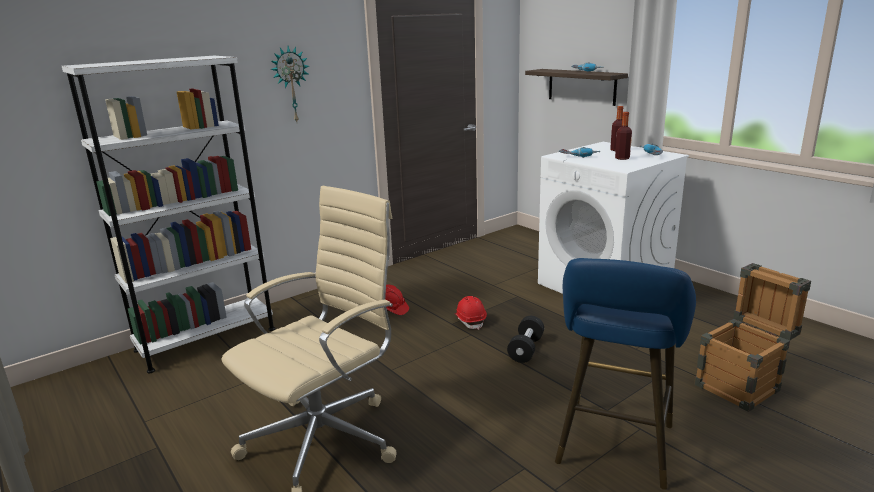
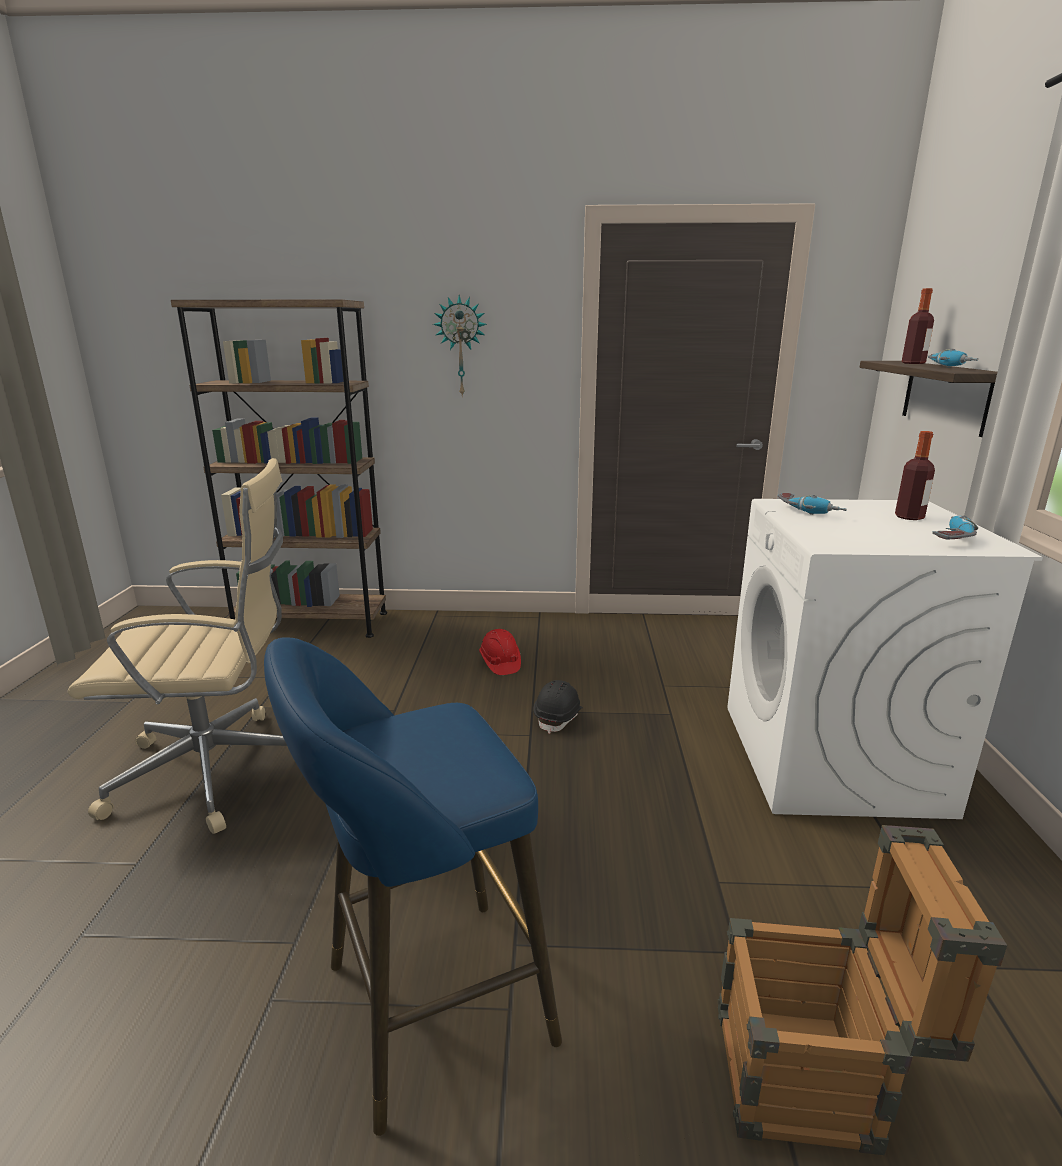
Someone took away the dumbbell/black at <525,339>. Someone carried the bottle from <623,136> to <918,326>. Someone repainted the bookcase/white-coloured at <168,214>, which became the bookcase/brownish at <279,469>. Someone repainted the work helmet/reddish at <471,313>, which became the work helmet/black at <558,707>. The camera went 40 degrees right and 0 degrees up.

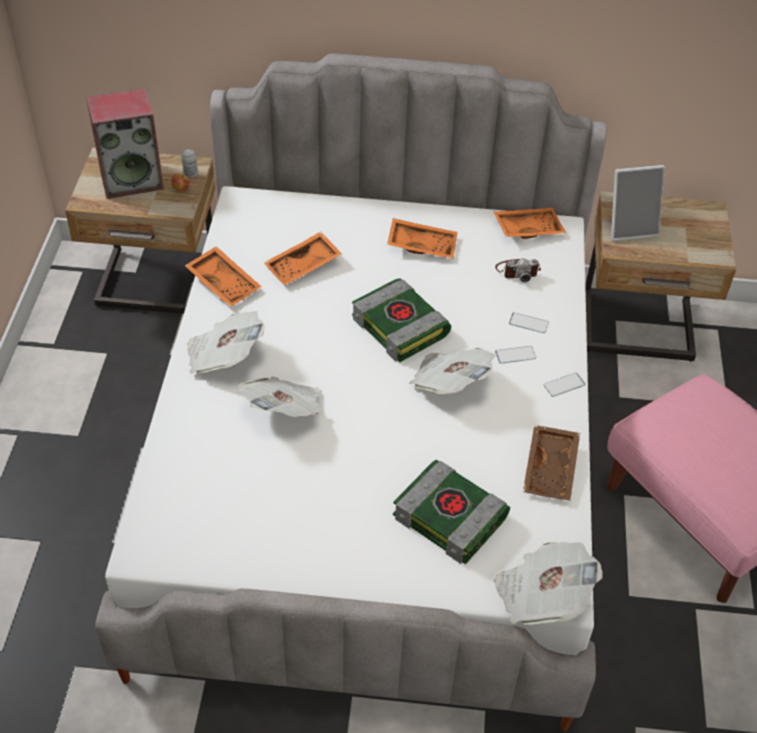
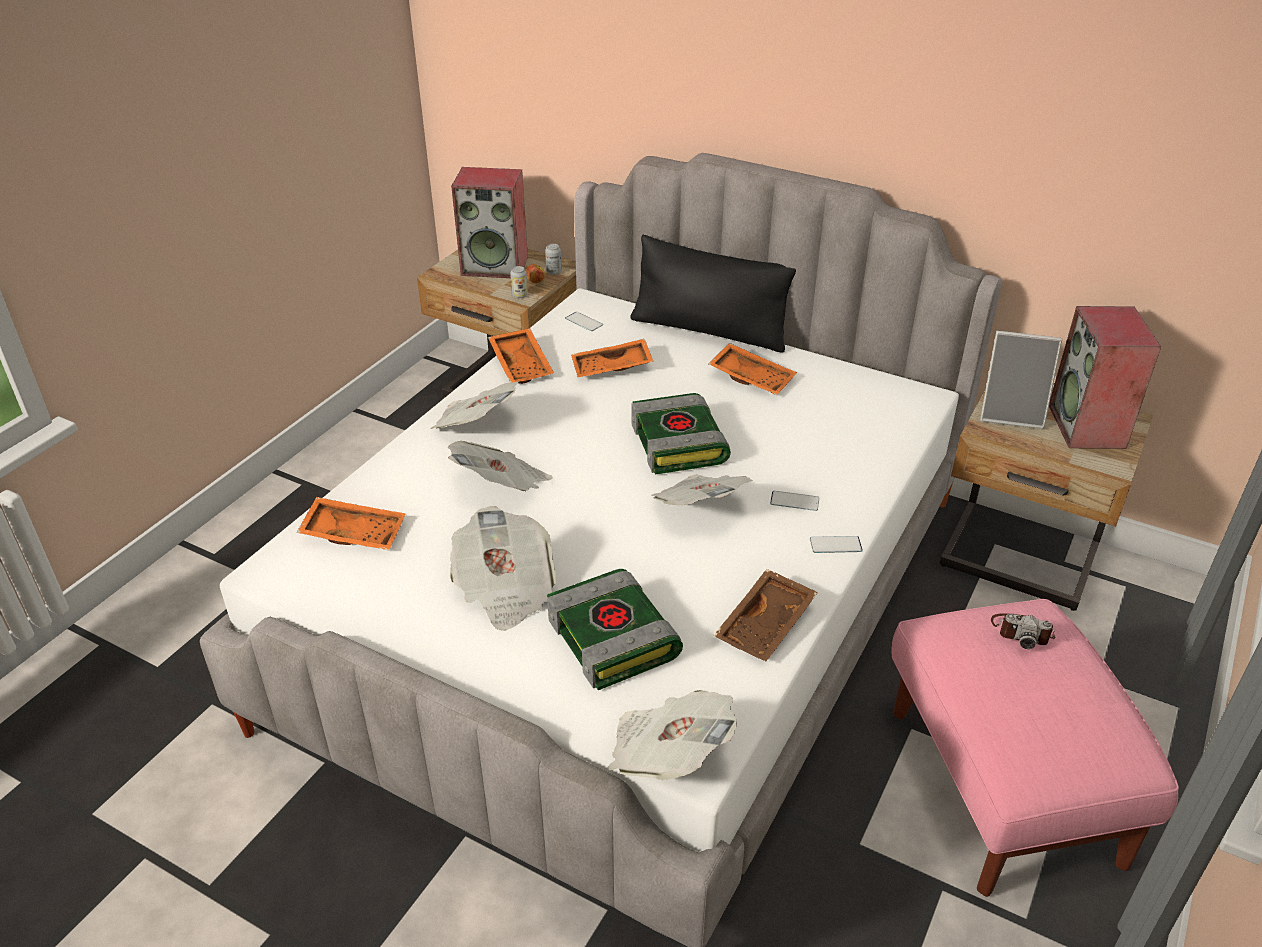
Someone put down the printed paper at <502,568>. Someone put down the metal can at <519,282>. Someone put down the cushion/black at <713,294>. Someone put down the speaker at <1105,377>. Someone carried the tray/orange from <529,223> to <351,523>. Someone carried the photo camera from <518,270> to <1023,631>. Someone carried the telephone from <529,322> to <584,321>. The camera went 25 degrees right and 10 degrees down.

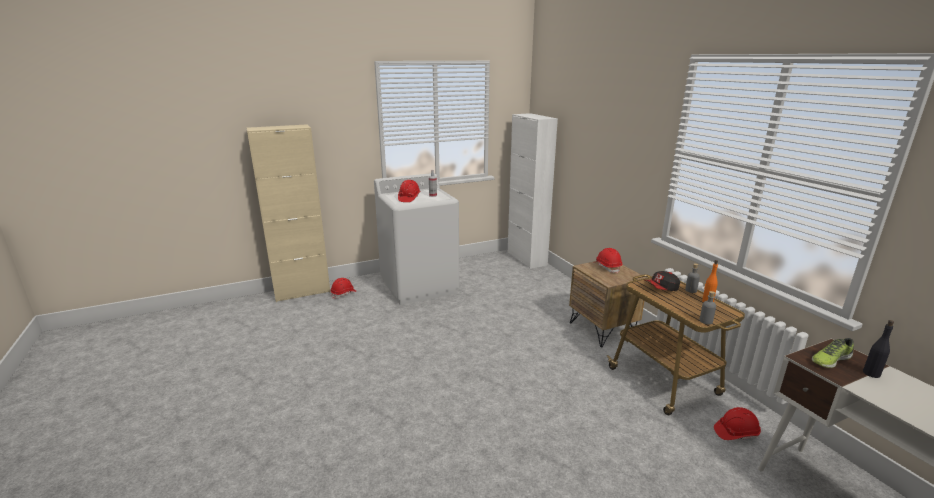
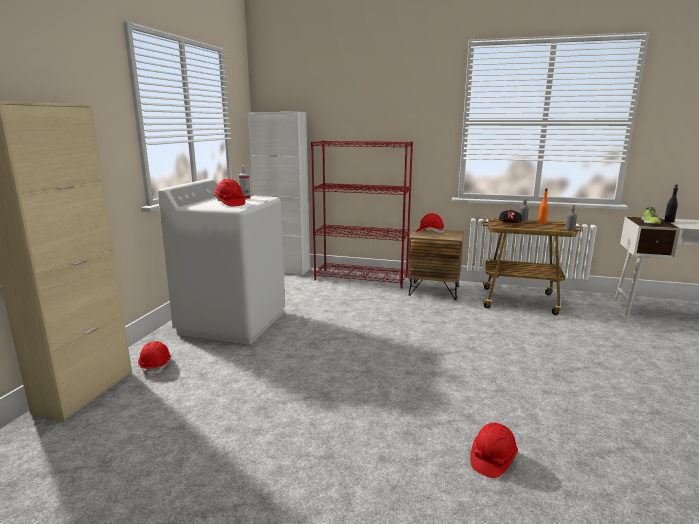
Someone put down the bookcase/reddish at <362,214>. Someone carried the work helmet/reddish from <737,423> to <494,450>. The camera went 50 degrees left and 5 degrees down.

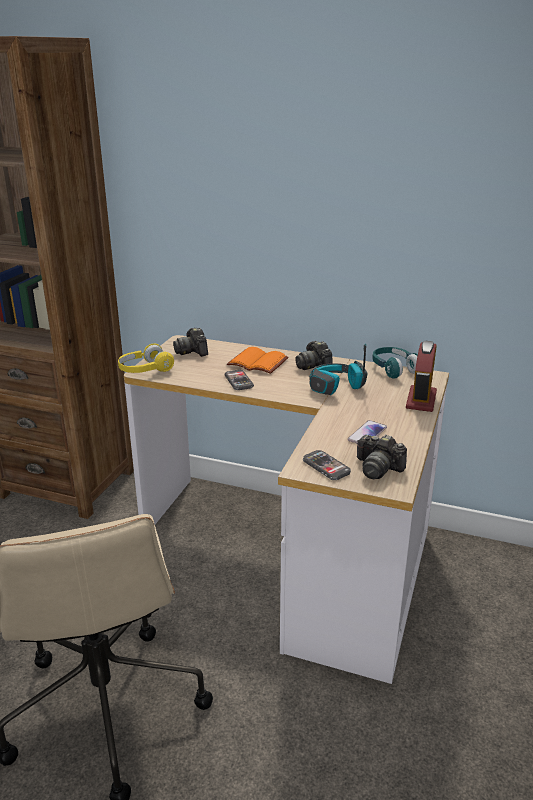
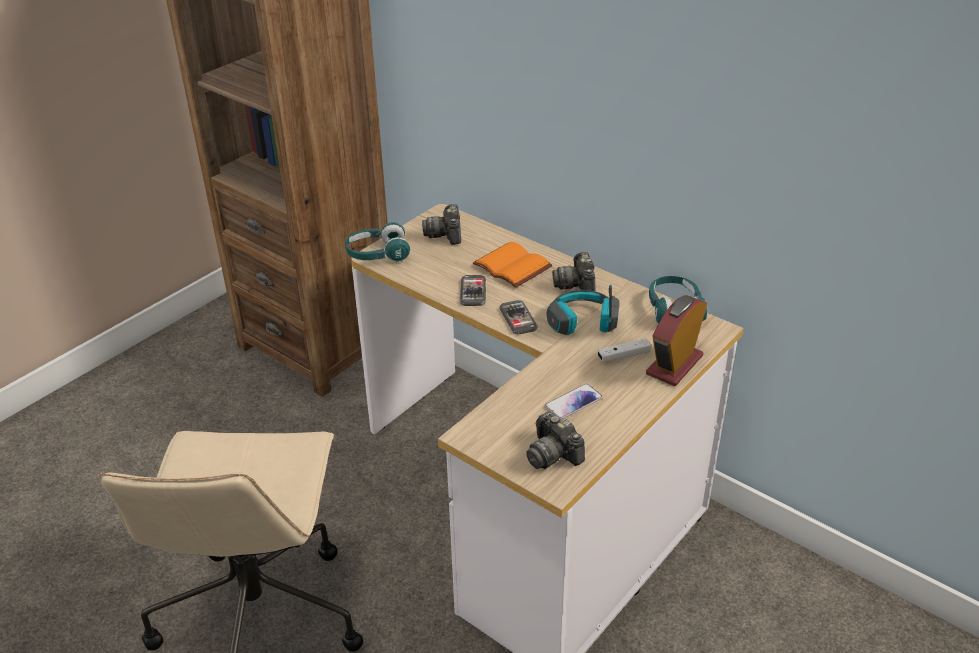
Someone put down the game controller/white-coloured at <624,350>. Someone carried the telephone from <327,465> to <518,317>. Someone repainted the pair of headphones/yellow at <146,358>, which became the pair of headphones/turquoise-coloured at <377,241>. The camera went 20 degrees right and 10 degrees up.

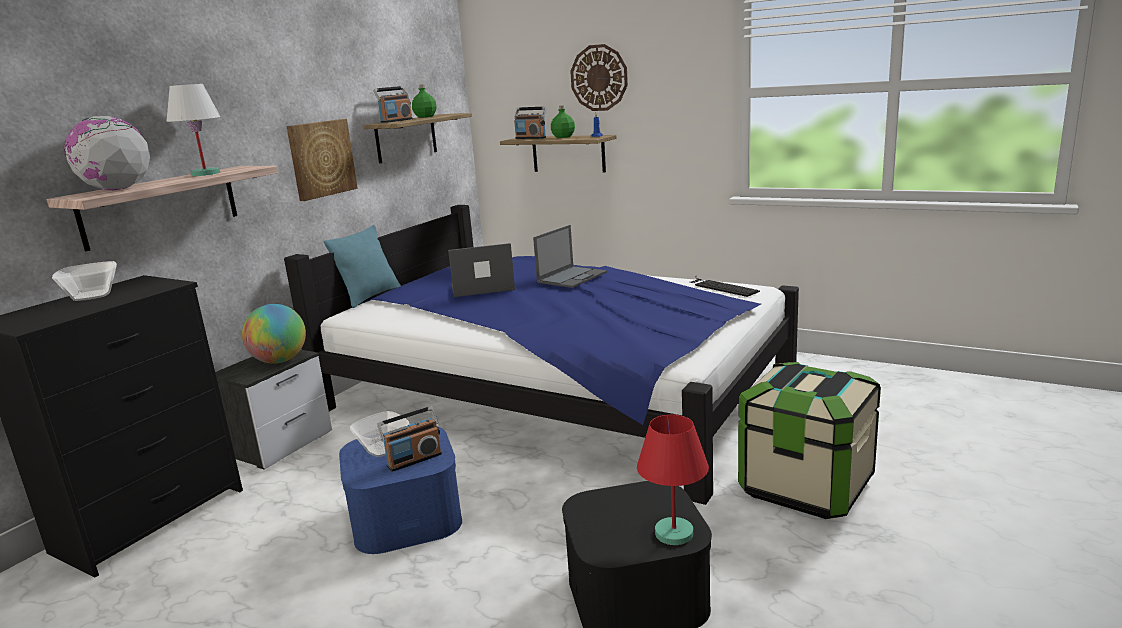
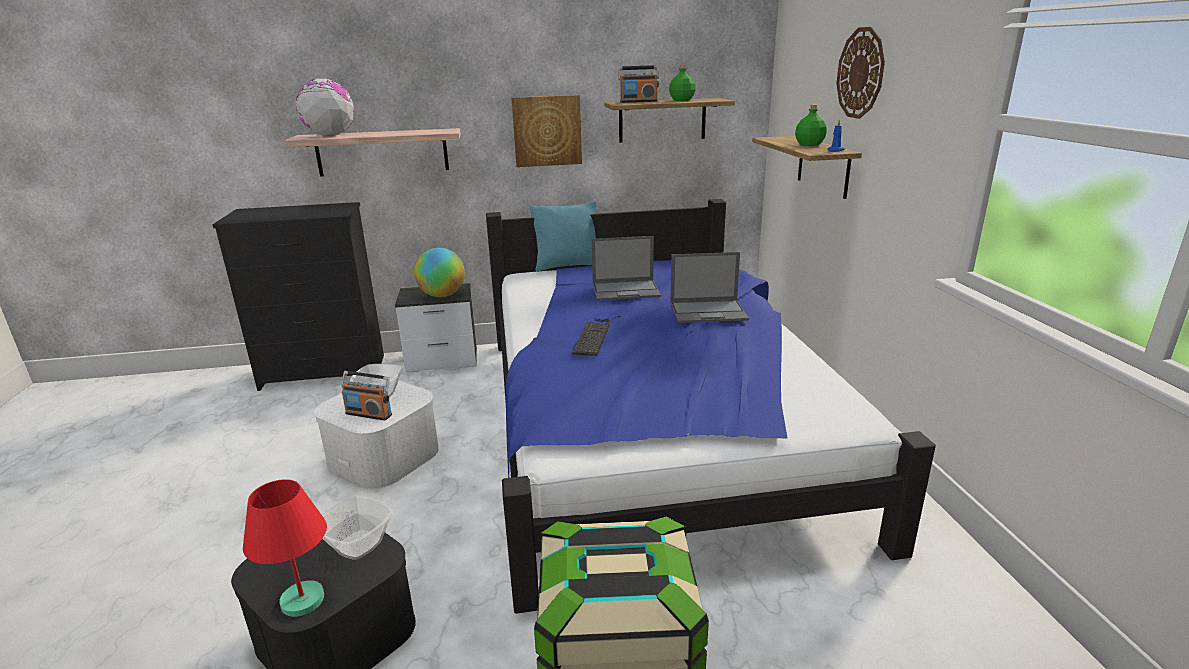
Someone took away the lamp for a table/white-coloured at <193,130>. Someone took away the radio set at <530,123>. Someone carried the bowl from <84,281> to <357,527>. Someone carried the keyboard from <725,286> to <596,336>. Someone repainted the storage bin/blue-coloured at <400,490>, which became the storage bin/white-coloured at <376,434>. Someone rotated the notebook computer at <481,270> by 135 degrees clockwise. The camera went 50 degrees right and 5 degrees up.

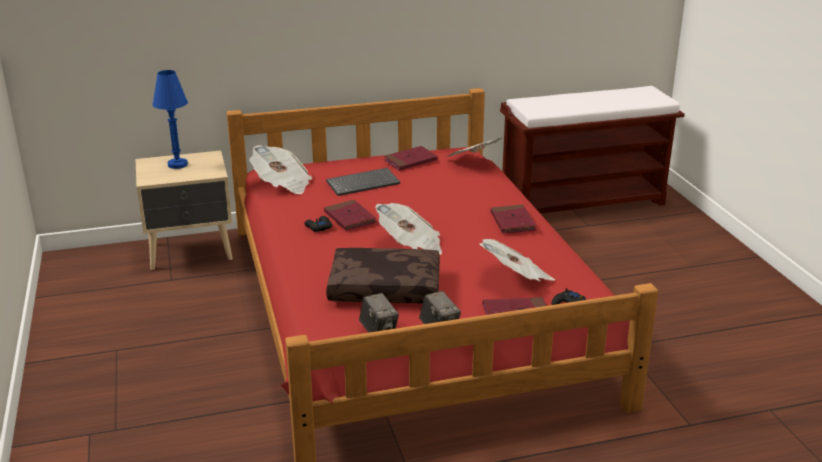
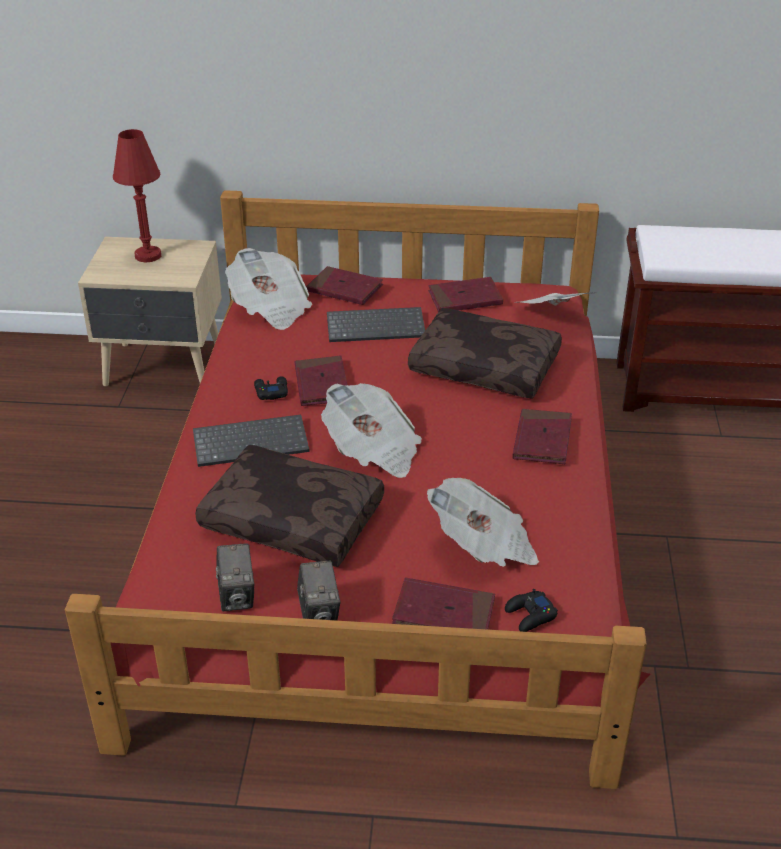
Someone put down the keyboard at <251,441>. Someone put down the bound book/reddish at <344,285>. Someone put down the cushion/brownish at <485,353>. Someone repainted the lamp for a table/blue-coloured at <170,119>, which became the lamp for a table/reddish at <137,196>. The camera went 20 degrees right and 10 degrees up.

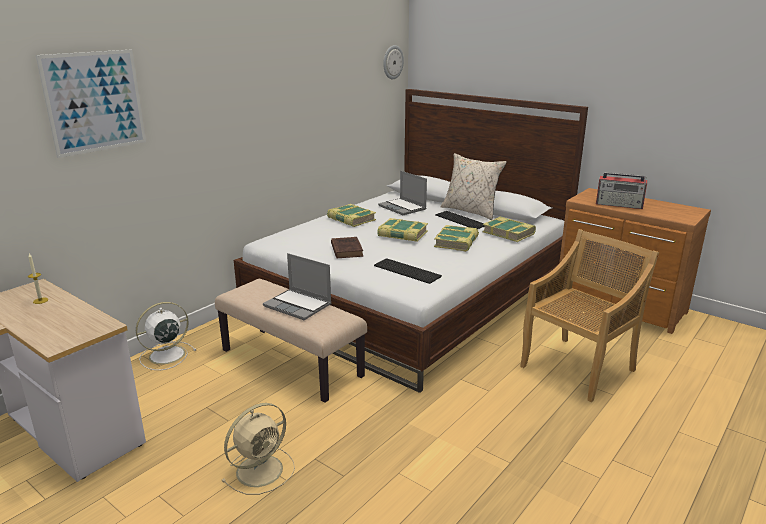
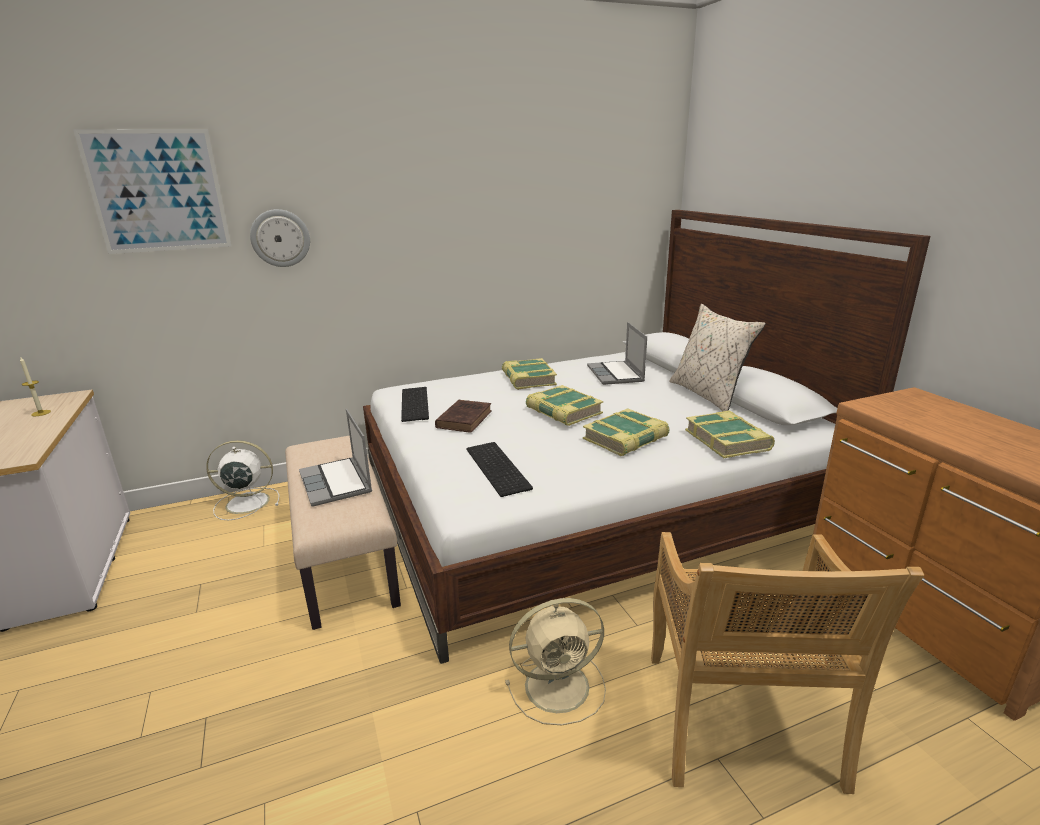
Someone took away the radio set at <621,190>. Someone carried the cooling fan/beige from <258,449> to <555,661>. Someone carried the wall clock from <393,62> to <280,238>. Someone carried the keyboard from <459,220> to <415,404>. Someone rotated the upright chair/beige at <589,315> by 105 degrees clockwise. The camera went 30 degrees right and 0 degrees up.

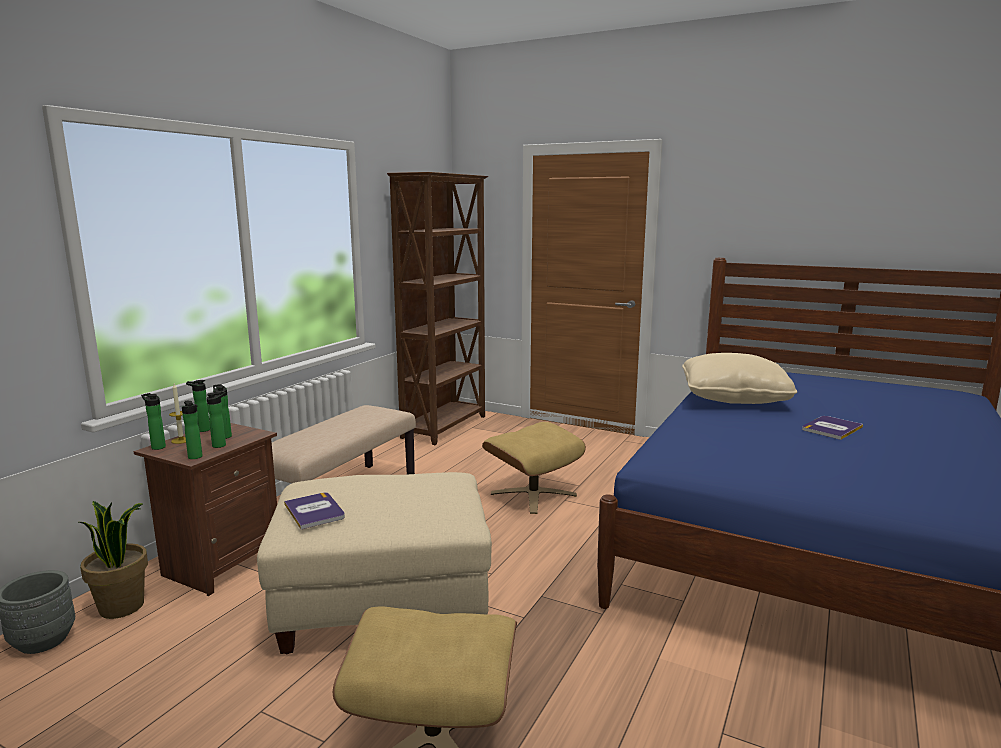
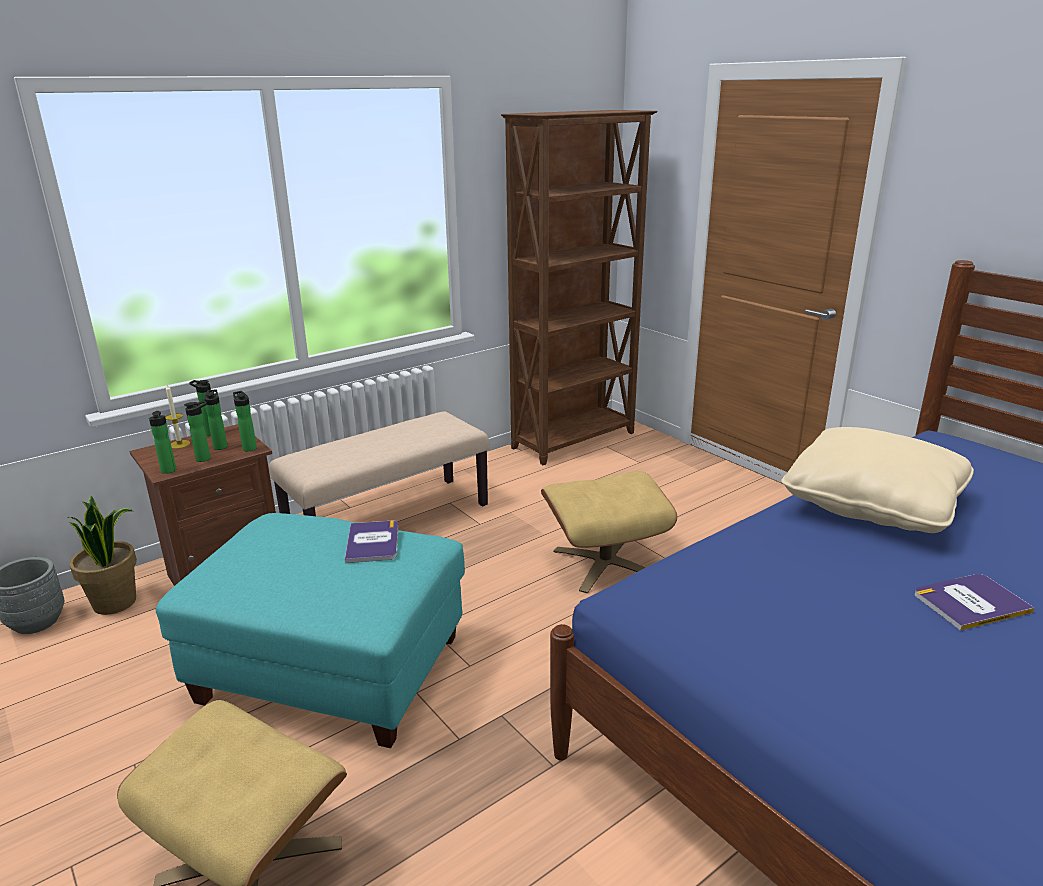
Someone carried the bottle from <153,421> to <245,421>. Someone carried the bound book from <314,510> to <371,542>. Someone repainted the ottoman/beige at <374,563>, which became the ottoman/turquoise-coloured at <310,630>. The camera went 25 degrees right and 10 degrees up.

